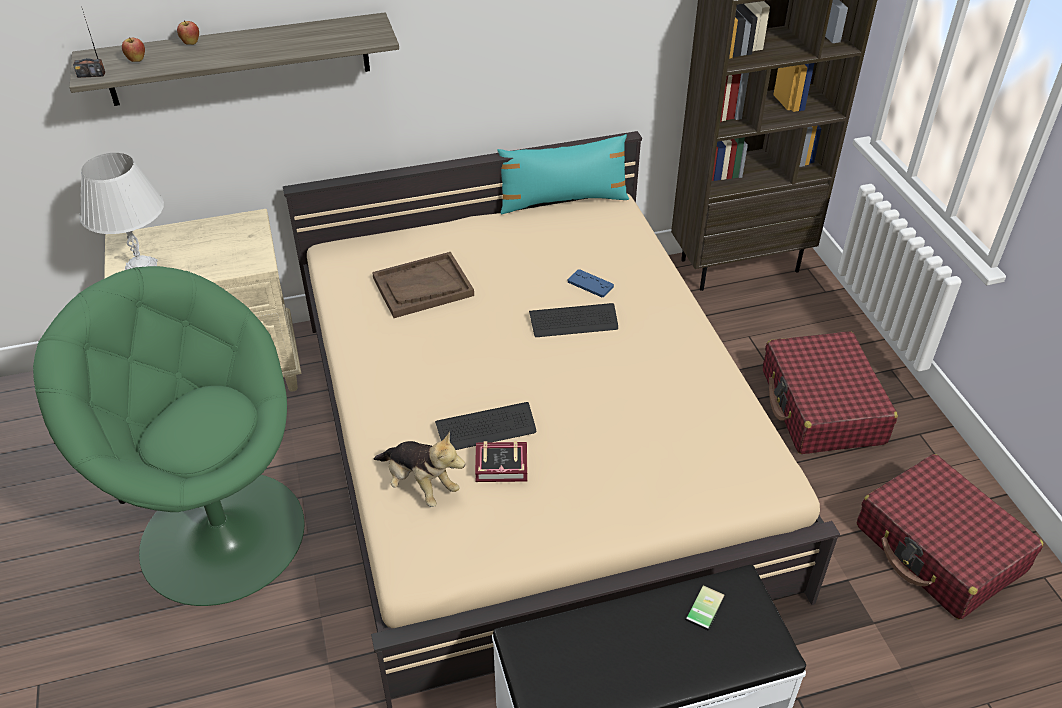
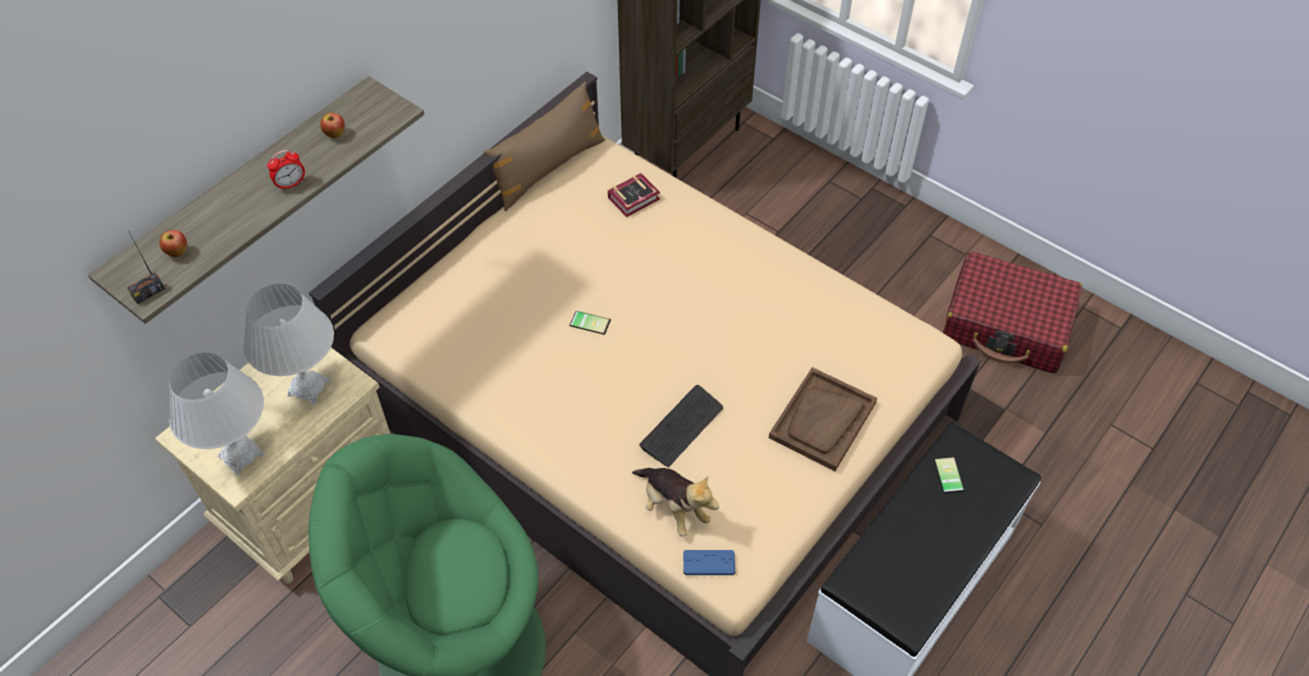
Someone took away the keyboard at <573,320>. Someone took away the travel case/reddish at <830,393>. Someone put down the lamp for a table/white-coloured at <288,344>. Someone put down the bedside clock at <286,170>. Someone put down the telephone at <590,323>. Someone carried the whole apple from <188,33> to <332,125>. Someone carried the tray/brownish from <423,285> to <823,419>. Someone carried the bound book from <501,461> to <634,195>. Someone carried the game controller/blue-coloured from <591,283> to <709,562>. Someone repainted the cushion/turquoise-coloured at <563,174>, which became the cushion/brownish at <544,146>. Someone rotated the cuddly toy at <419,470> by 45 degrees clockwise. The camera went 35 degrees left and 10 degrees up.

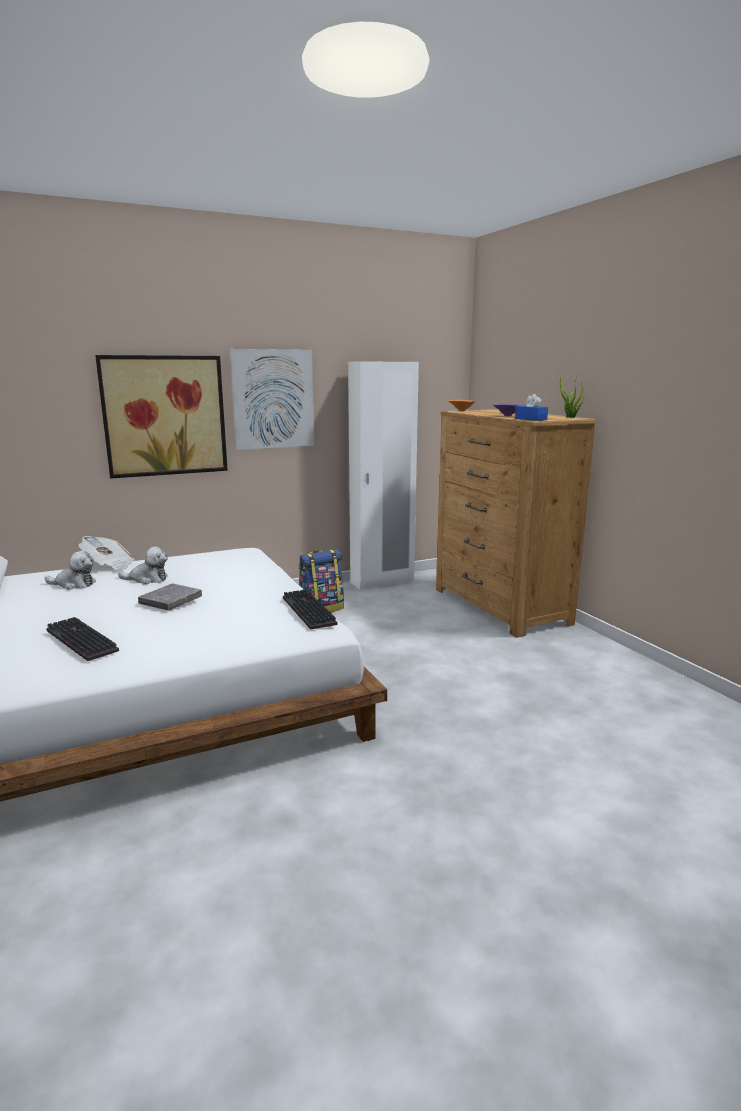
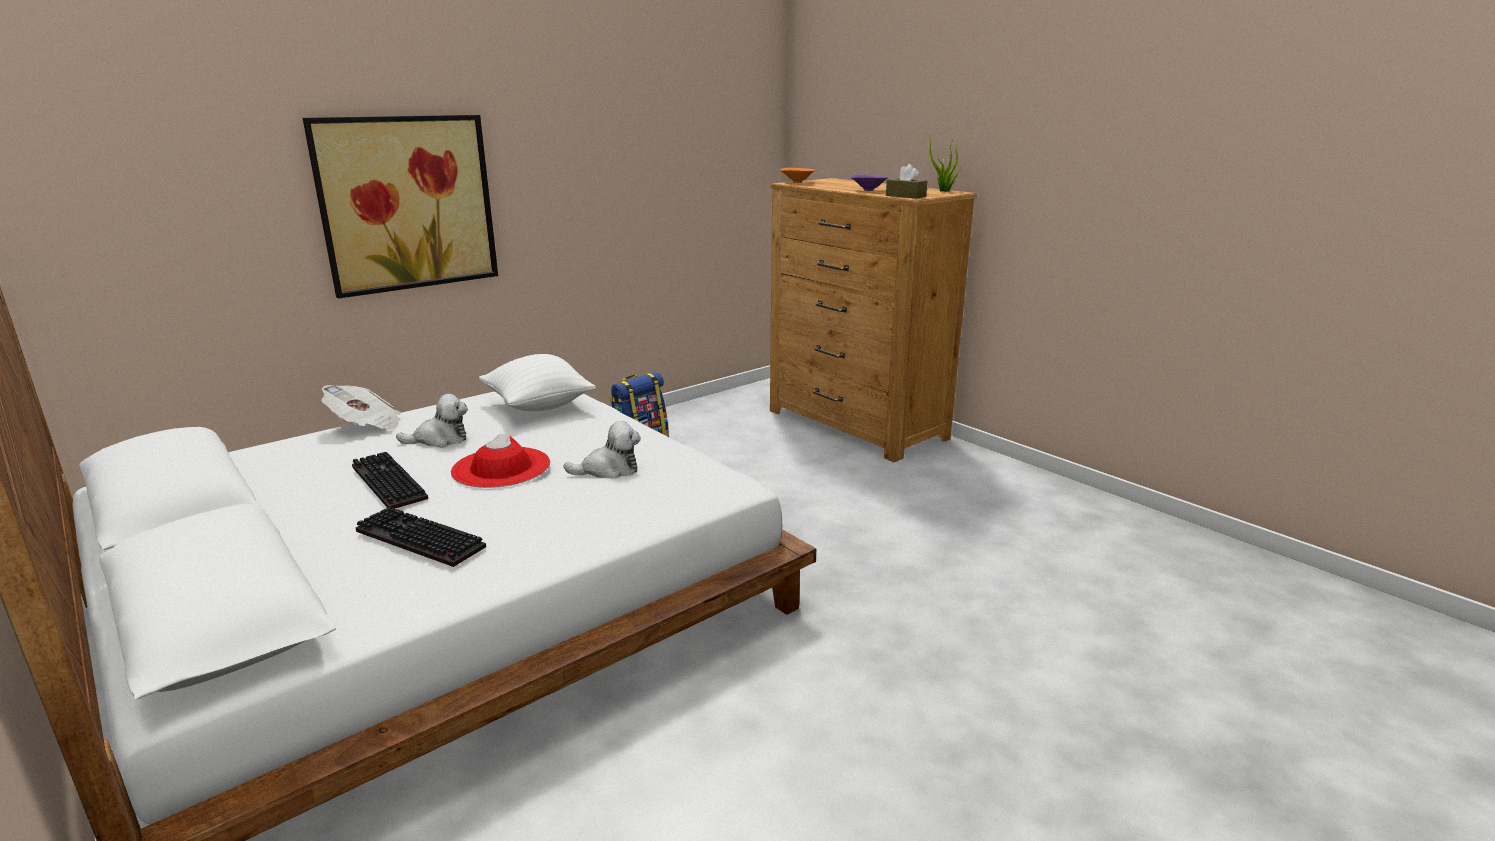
Someone took away the picture at <272,399>. Someone took away the clothes cupboard/white-coloured at <383,476>. Someone put down the cushion/white-coloured at <537,382>. Someone carried the cuddly toy from <70,570> to <602,449>. Someone carried the keyboard from <310,609> to <390,480>. Someone swapped the bound book/grey at <170,596> for the clothing hat/reddish at <500,461>. Someone repainted the tissue holder/blue-coloured at <531,407>, which became the tissue holder/brownish at <906,181>. The camera went 15 degrees left and 5 degrees up.

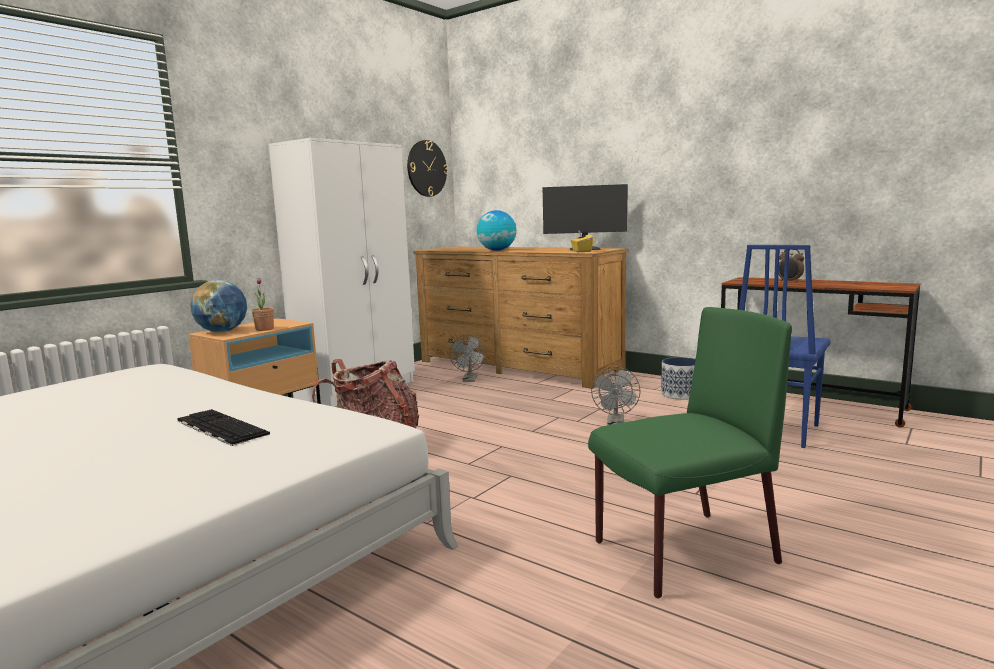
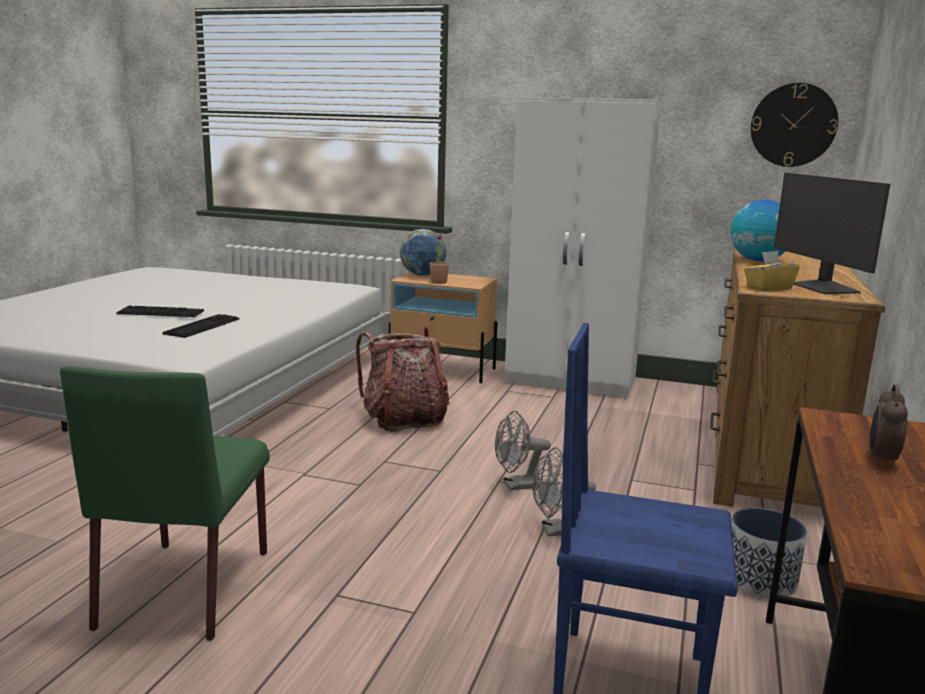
Someone put down the keyboard at <160,311>. Someone carried the cooling fan/grey from <467,358> to <523,450>. Someone rotated the upright chair/green at <690,453> by 45 degrees clockwise. The camera went 70 degrees right and 5 degrees up.

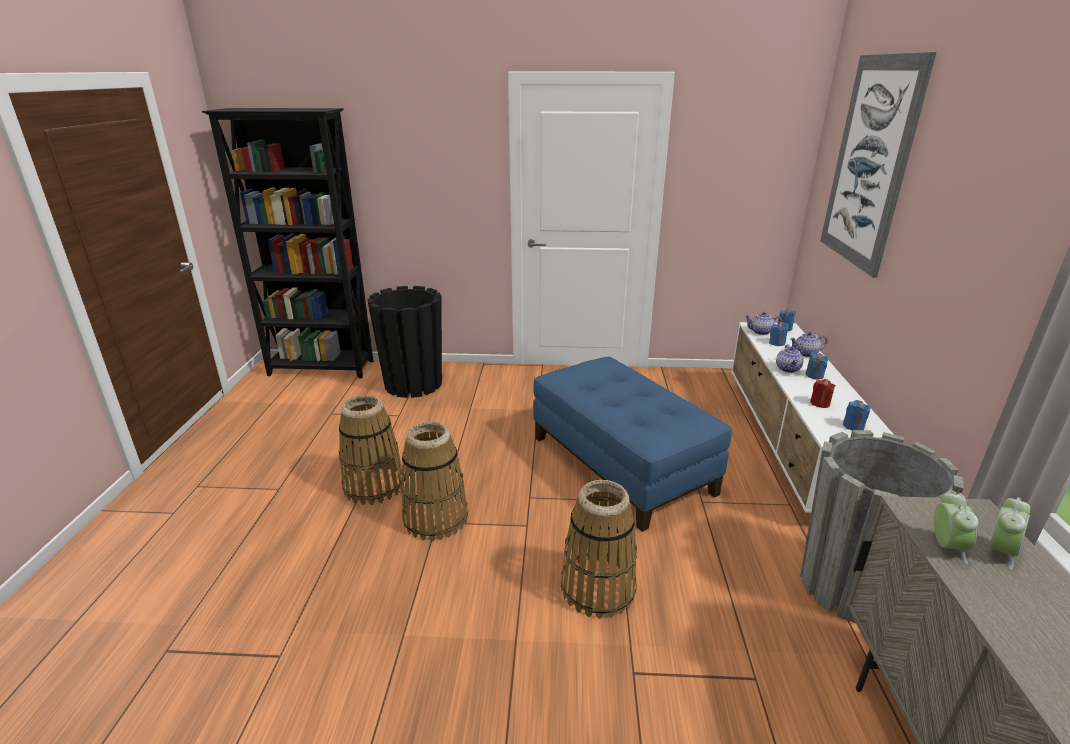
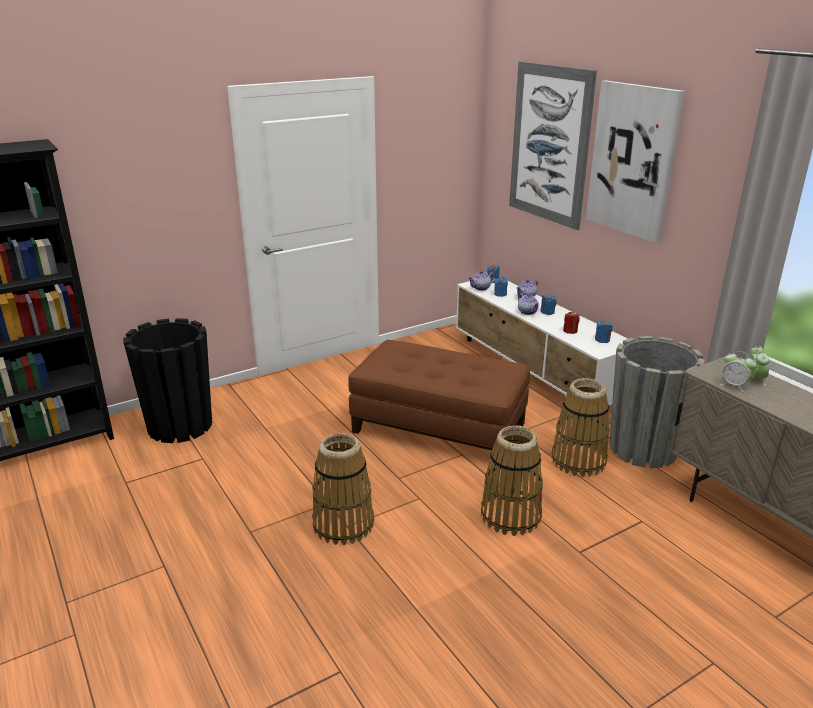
Someone put up the picture at <635,162>. Someone carried the basket from <370,450> to <581,427>. Someone repainted the ottoman/blue-coloured at <632,444>, which became the ottoman/brownish at <439,403>. Someone rotated the bedside clock at <956,527> by 150 degrees clockwise. The camera went 35 degrees left and 0 degrees up.

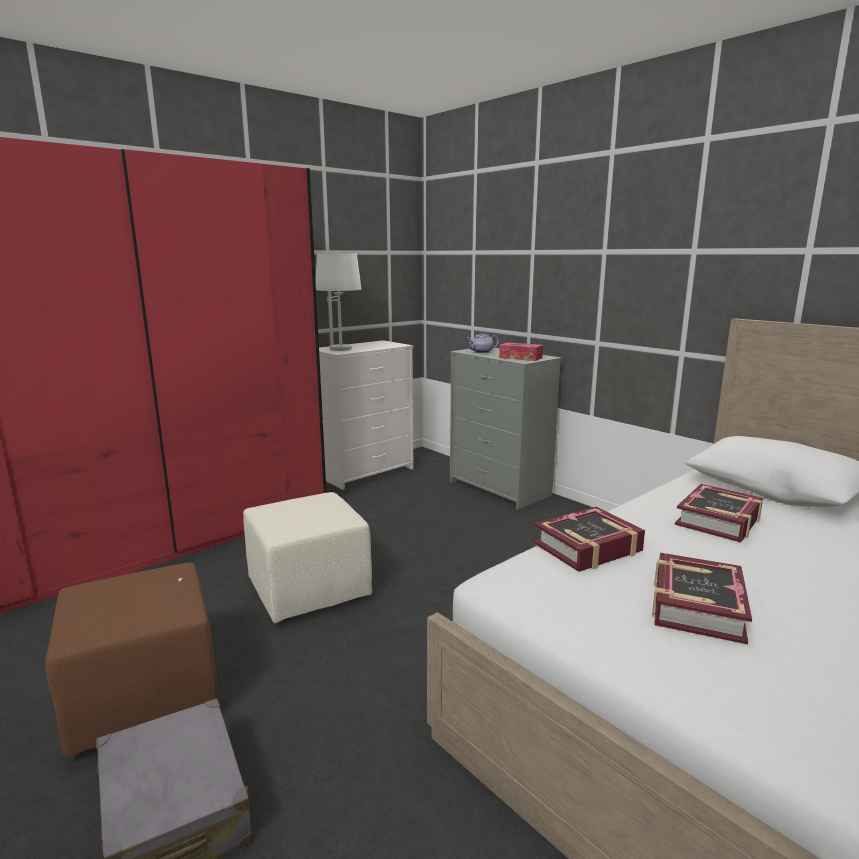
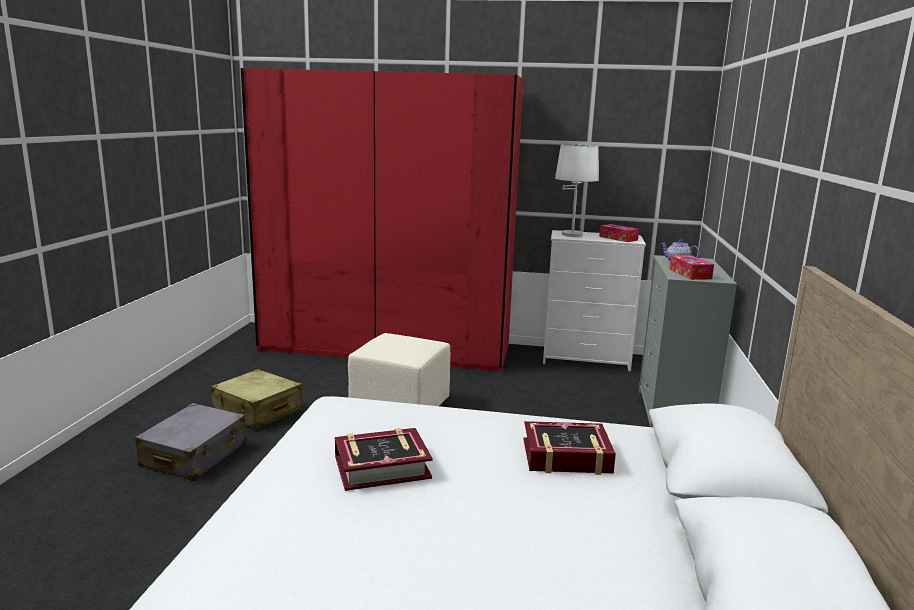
Someone took away the bound book at <589,539>. Someone put down the tissue holder at <619,233>. Someone swapped the ottoman/brownish at <132,660> for the travel case/beige at <257,399>. The camera went 50 degrees right and 0 degrees up.

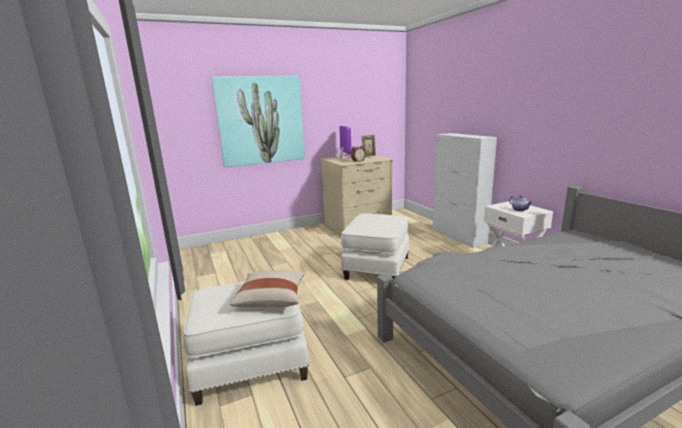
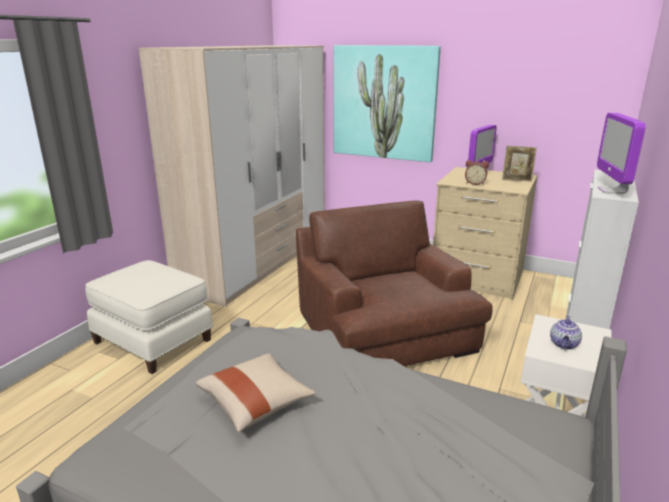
Someone put down the clothes cupboard at <232,176>. Someone put down the monitor at <621,153>. Someone carried the cushion/beige from <268,289> to <256,393>. Someone swapped the ottoman/white-coloured at <375,246> for the lounge chair/brownish at <394,283>. The camera went 50 degrees right and 5 degrees up.

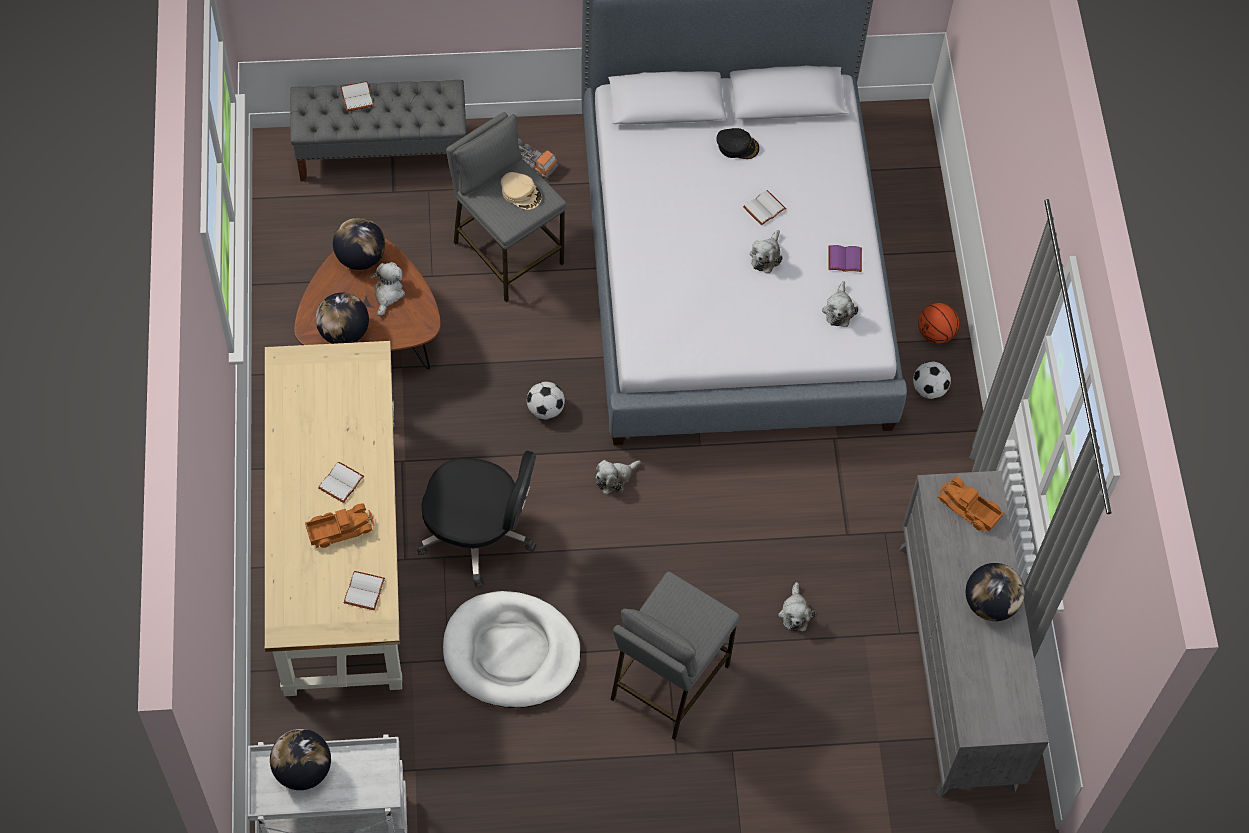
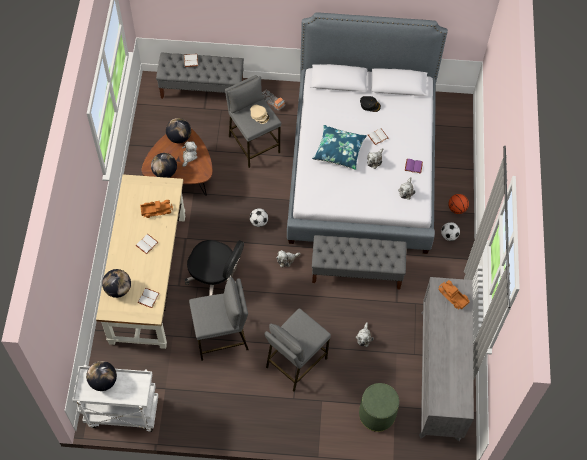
Someone put down the cushion/blue-coloured at <339,147>. Someone put down the indoor bench/grey at <359,262>. Someone put down the ottoman/green at <379,407>. Someone carried the toy truck from <339,526> to <156,209>. Someone carried the globe from <995,592> to <116,283>. Someone swapped the dog bed/white-coloured at <512,649> for the stool seat/grey at <219,318>. The camera went 10 degrees right and 0 degrees up.

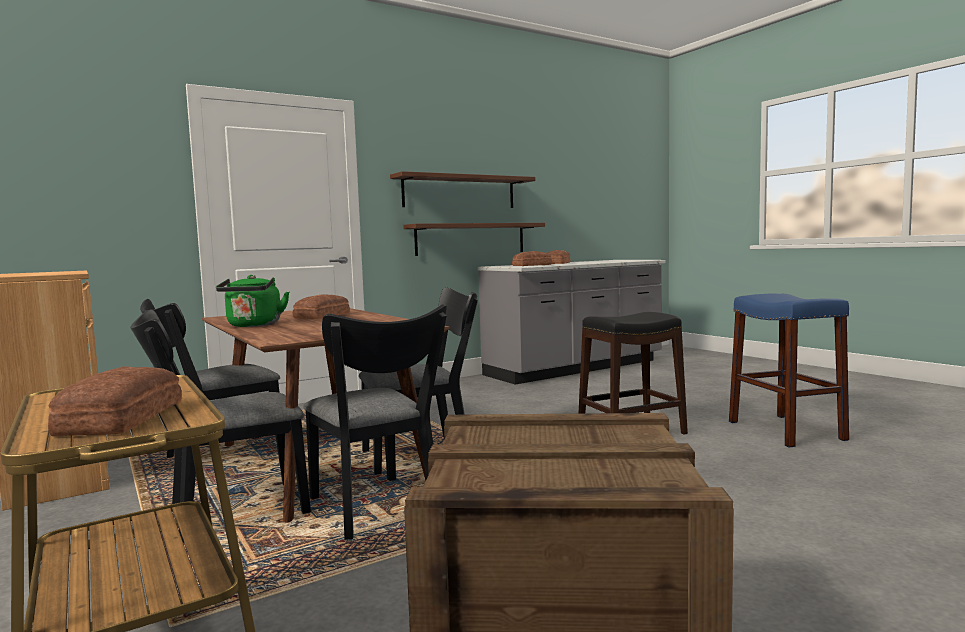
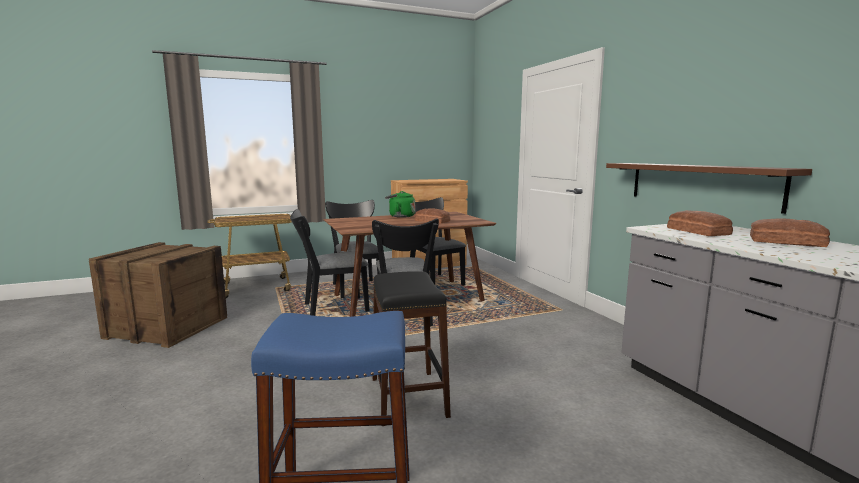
Someone took away the bread at <115,401>. Someone took away the bracket shelf/brownish at <462,189>. The camera went 100 degrees right and 5 degrees up.

